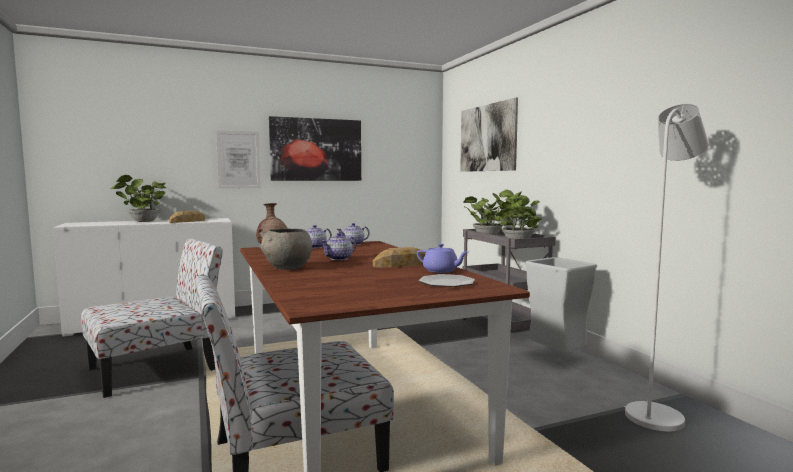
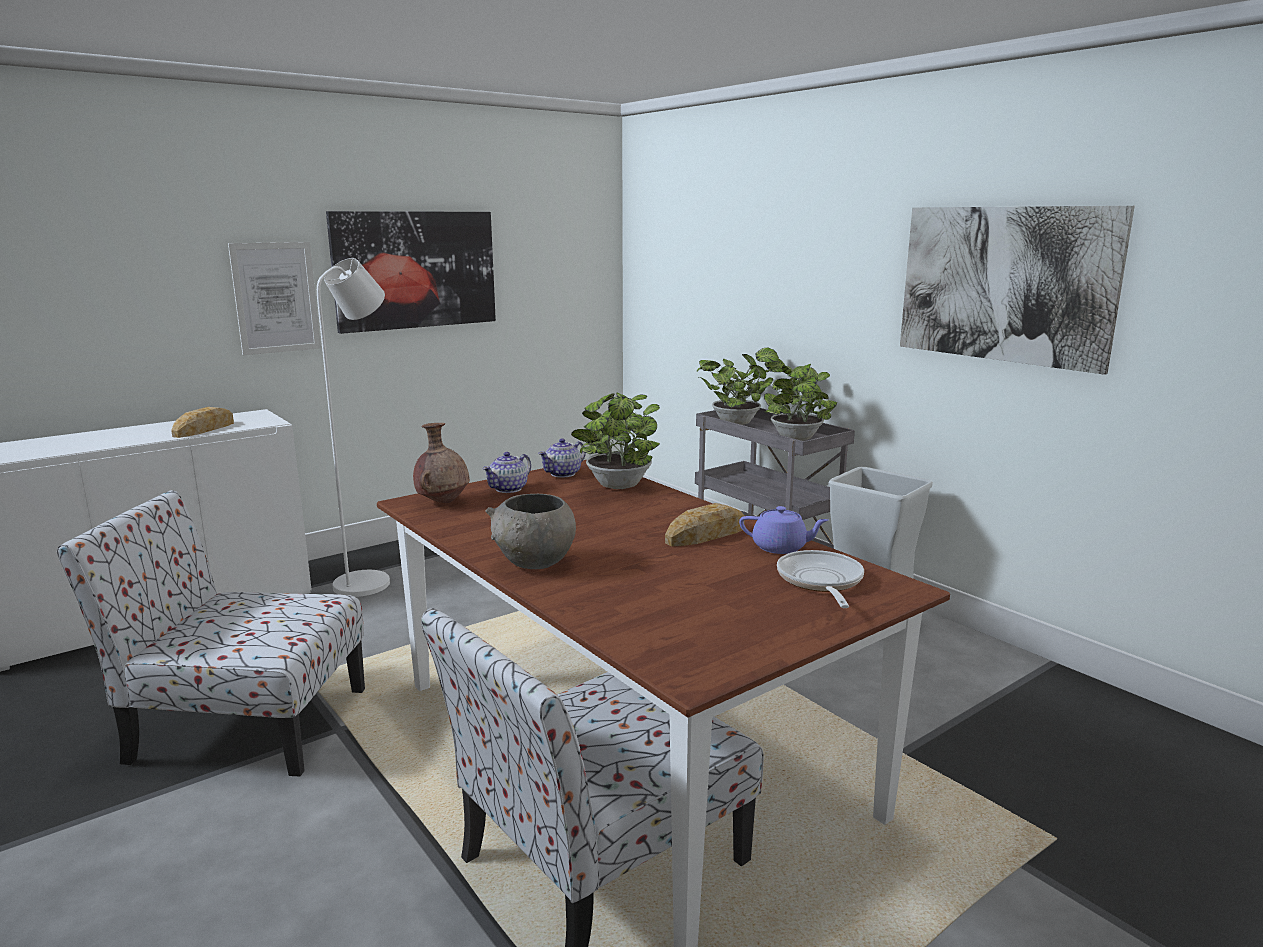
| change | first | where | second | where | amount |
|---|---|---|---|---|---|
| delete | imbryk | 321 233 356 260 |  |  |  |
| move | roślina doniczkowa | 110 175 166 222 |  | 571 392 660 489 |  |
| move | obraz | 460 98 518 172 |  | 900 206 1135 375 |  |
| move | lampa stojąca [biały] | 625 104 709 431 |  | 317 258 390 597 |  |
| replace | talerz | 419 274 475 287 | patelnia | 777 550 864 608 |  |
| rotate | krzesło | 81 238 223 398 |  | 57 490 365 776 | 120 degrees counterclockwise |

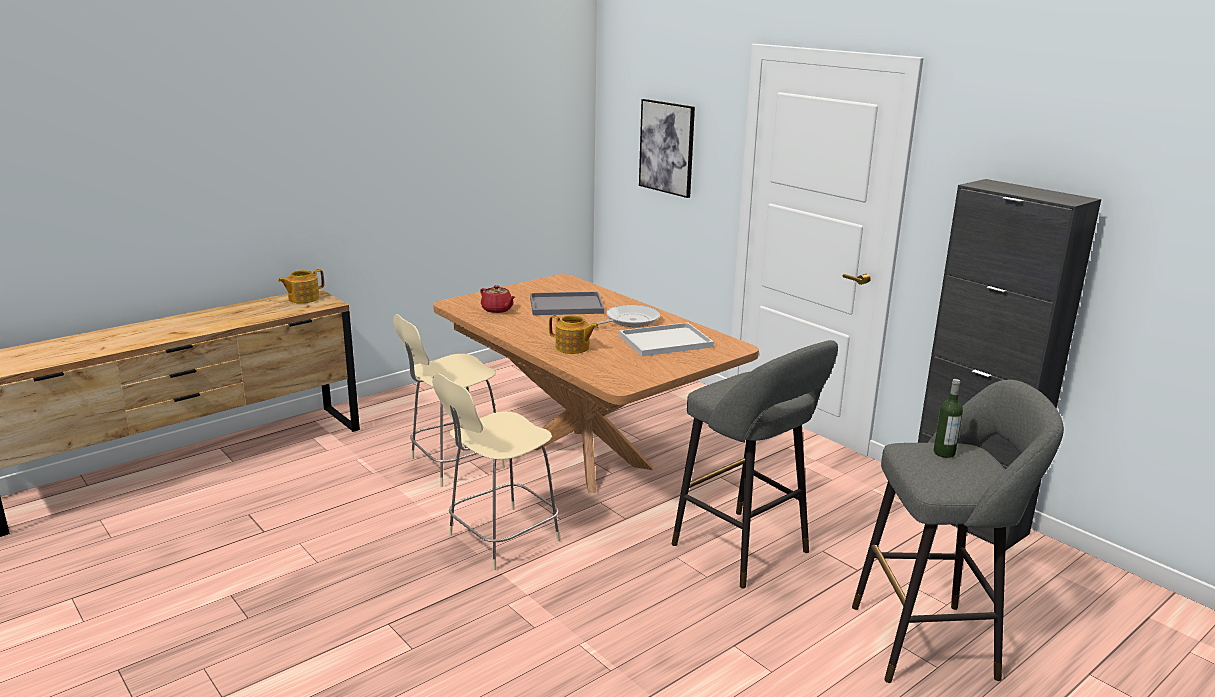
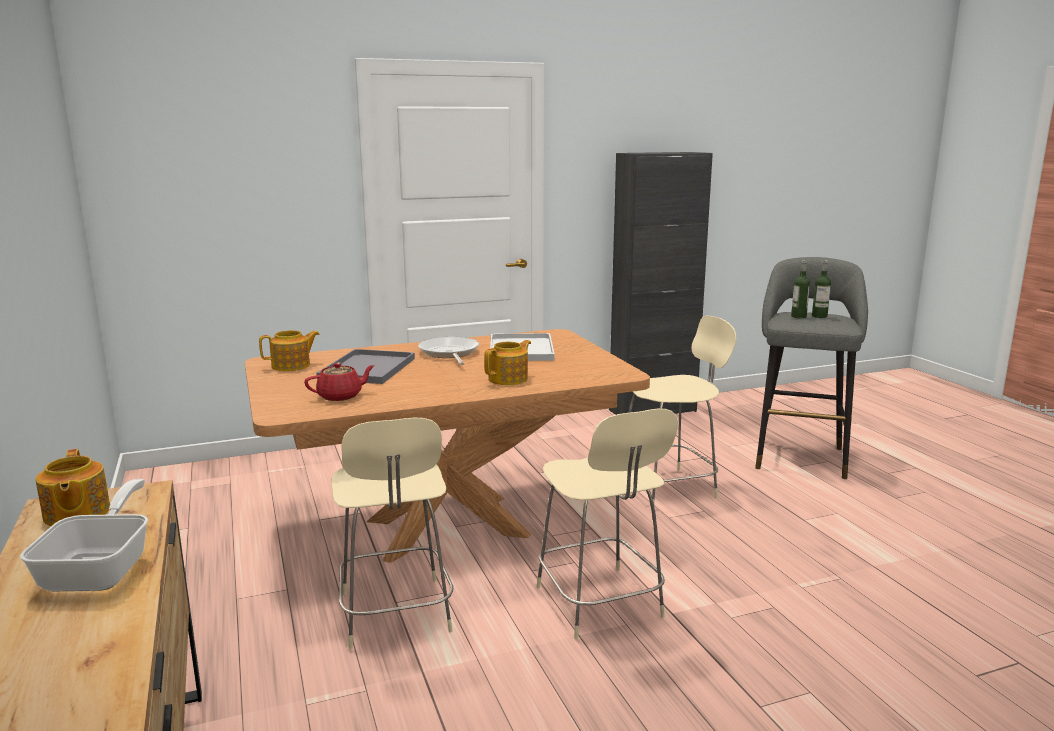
| change | first | where | second | where | amount |
|---|---|---|---|---|---|
| delete | obraz | 639 99 695 198 |  |  |  |
| insert |  |  | patelnia | 20 479 148 591 |  |
| insert |  |  | imbryk | 259 330 320 371 |  |
| insert |  |  | butelka | 812 260 831 318 |  |
| replace | stołek [szary] | 672 340 838 588 | krzesło [beżowy] | 629 316 736 503 |  |

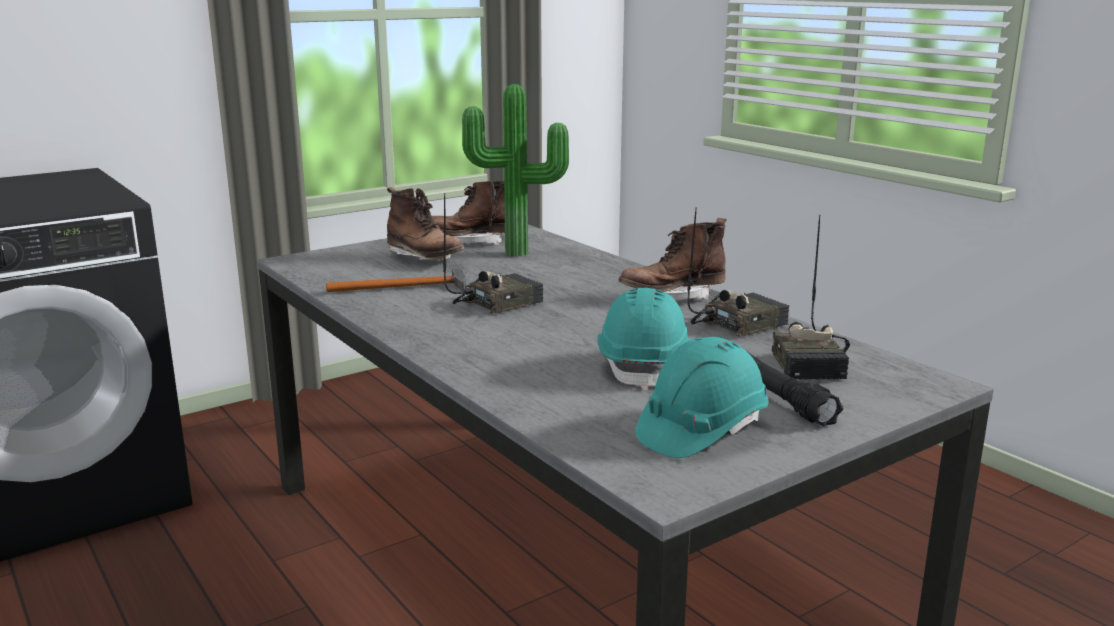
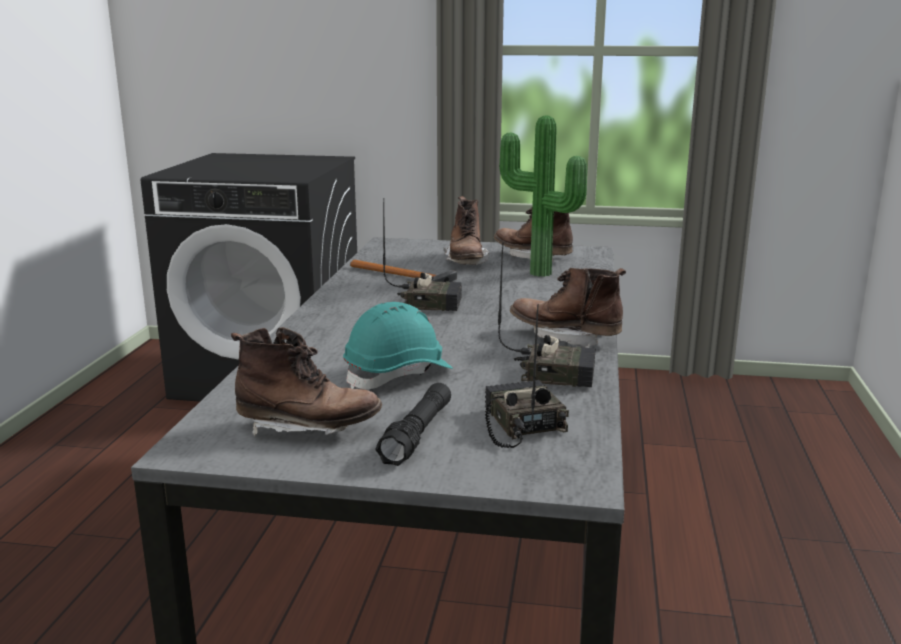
| change | first | where | second | where | amount |
|---|---|---|---|---|---|
| replace | kask [turkusowy] | 635 337 769 458 | but z cholewką [brązowy] | 231 327 382 437 |  |
| rotate | radio | 772 215 850 380 |  | 485 304 569 448 | 120 degrees clockwise |

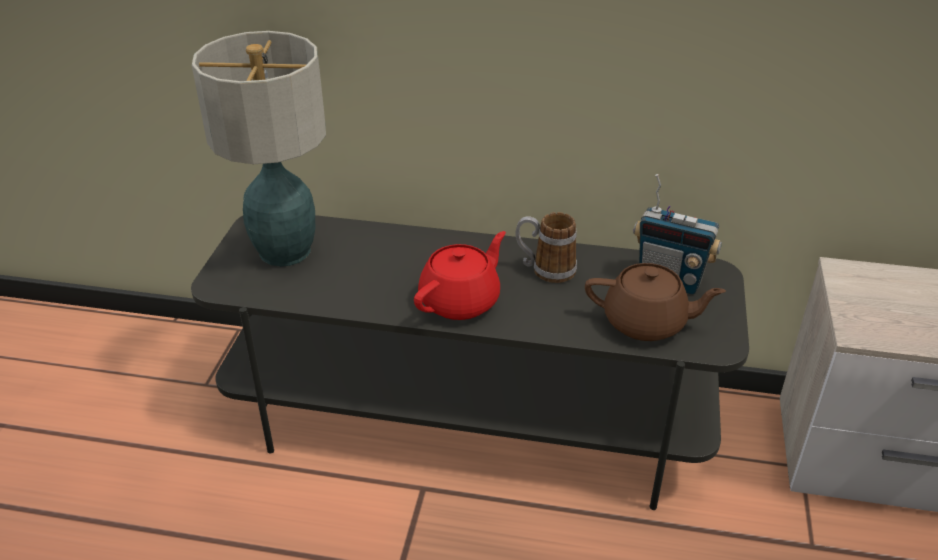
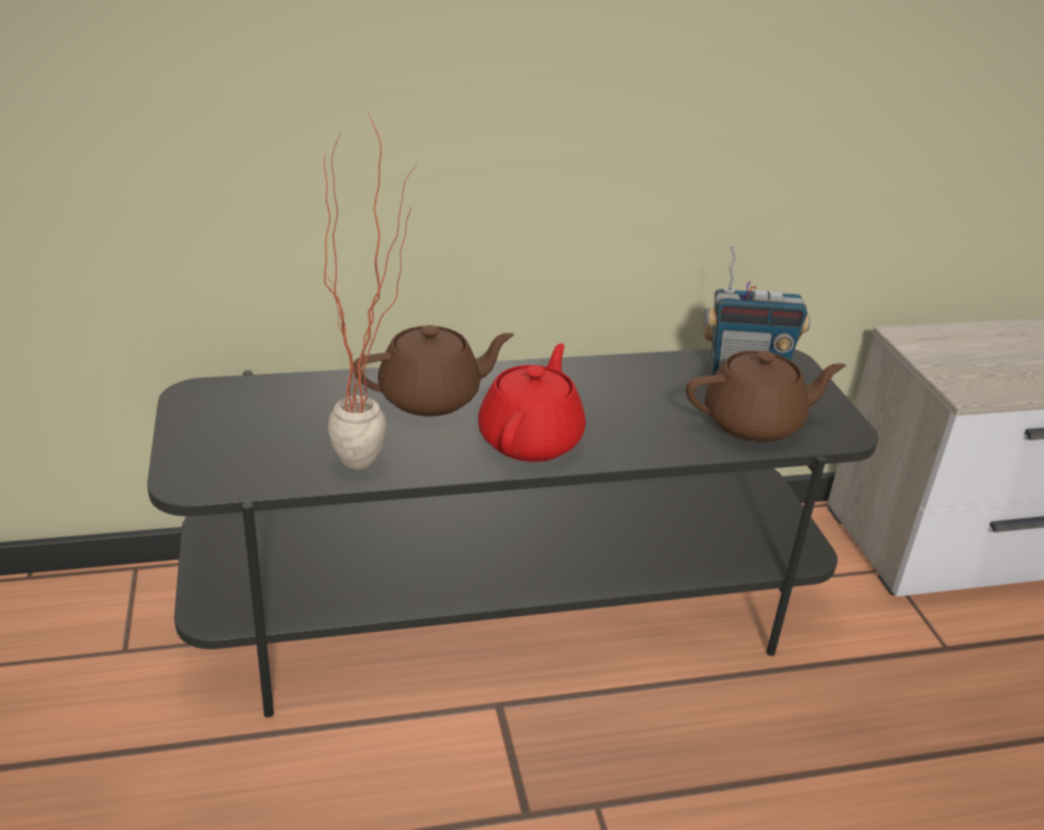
| change | first | where | second | where | amount |
|---|---|---|---|---|---|
| delete | lampa stołowa | 192 31 326 267 |  |  |  |
| delete | kubek | 516 212 577 283 |  |  |  |
| insert |  |  | roślina doniczkowa | 324 113 418 471 |  |
| insert |  |  | imbryk [brązowy] | 353 325 514 416 |  |

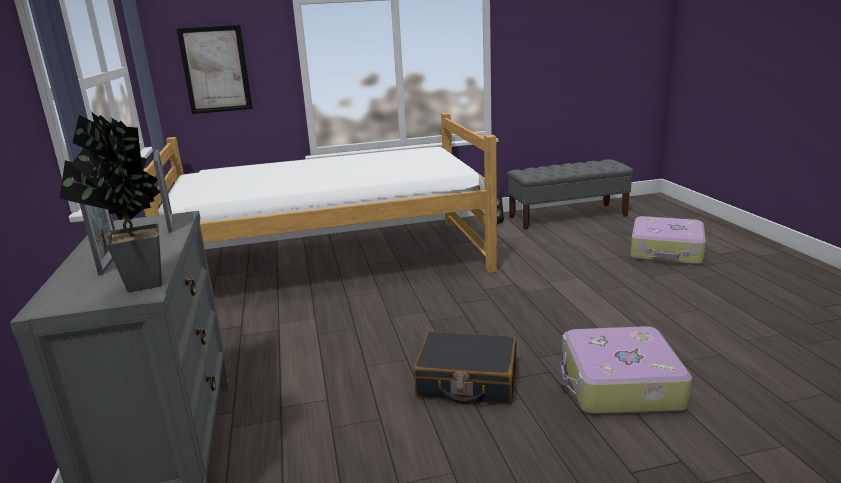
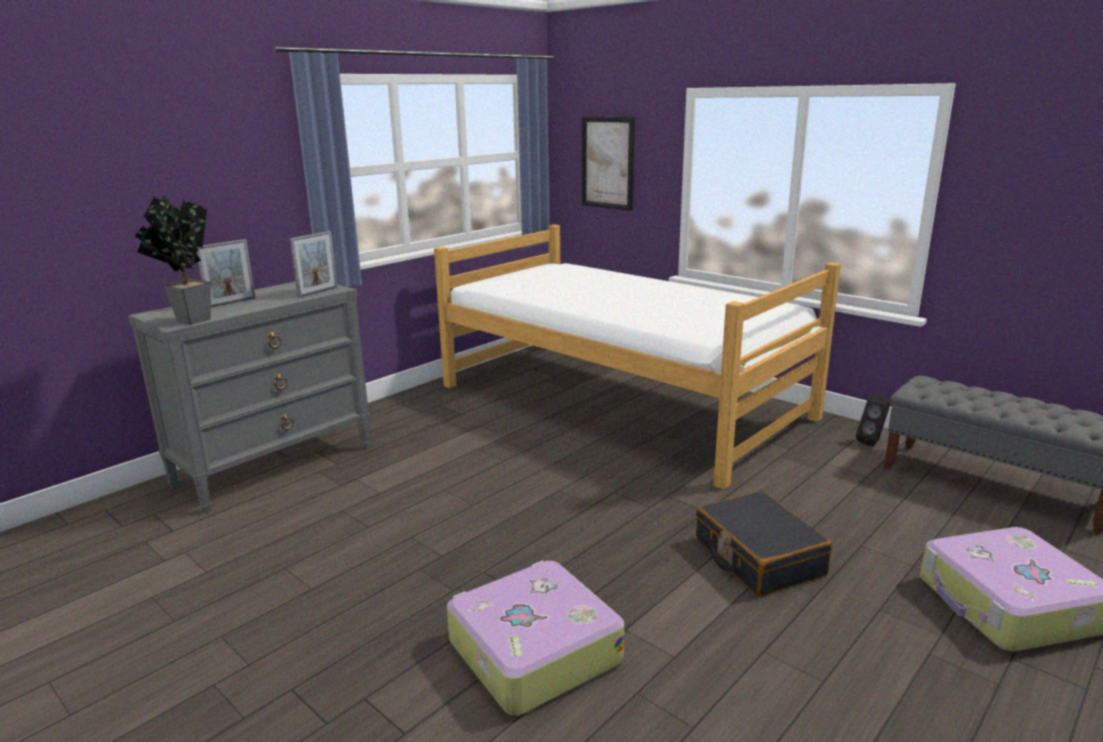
| change | first | where | second | where | amount |
|---|---|---|---|---|---|
| move | walizka [czarny] | 413 331 516 405 |  | 696 491 832 597 |  |

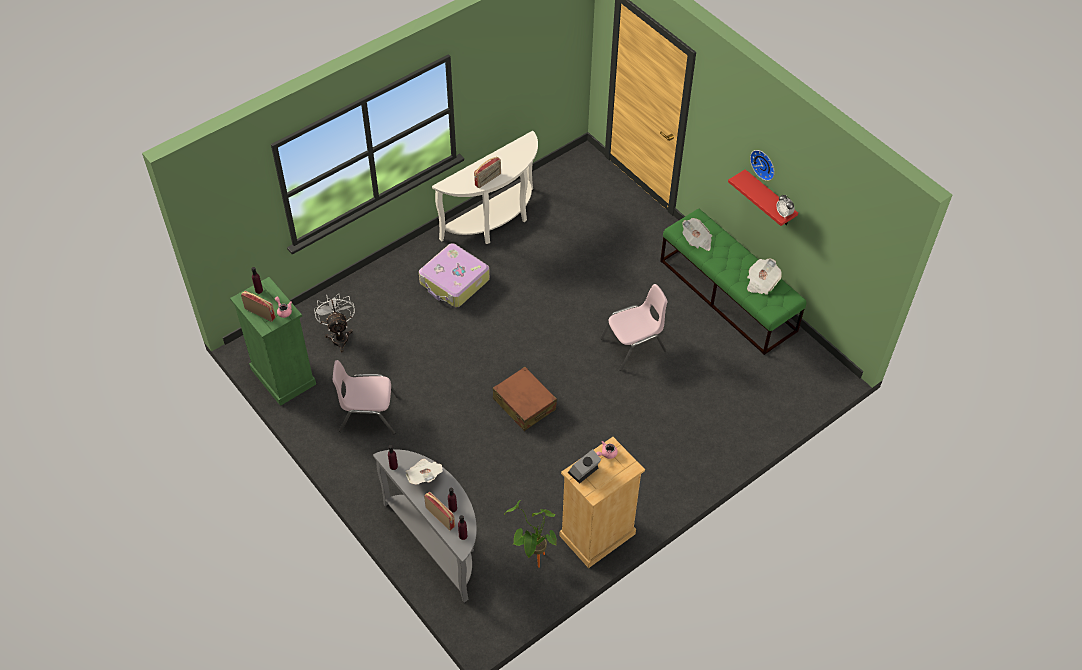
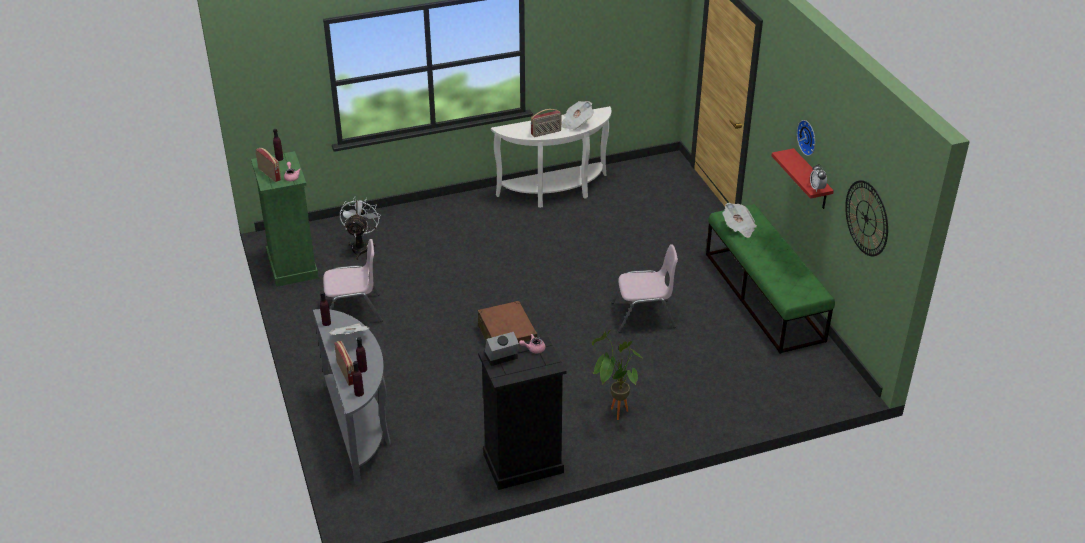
| change | first | where | second | where | amount |
|---|---|---|---|---|---|
| delete | walizka | 419 243 490 308 |  |  |  |
| insert |  |  | zegar ścienny | 845 180 888 256 |  |
| move | roślina doniczkowa | 504 500 557 568 |  | 592 330 643 420 |  |
| move | gazeta | 747 259 782 295 |  | 561 101 594 130 |  |
| recolor | komoda [beżowy] | 560 437 645 568 | komoda [czarny] | 478 337 566 490 |  |
| rotate | krzesło [różowy] | 333 360 399 434 |  | 323 239 383 322 | 150 degrees clockwise |

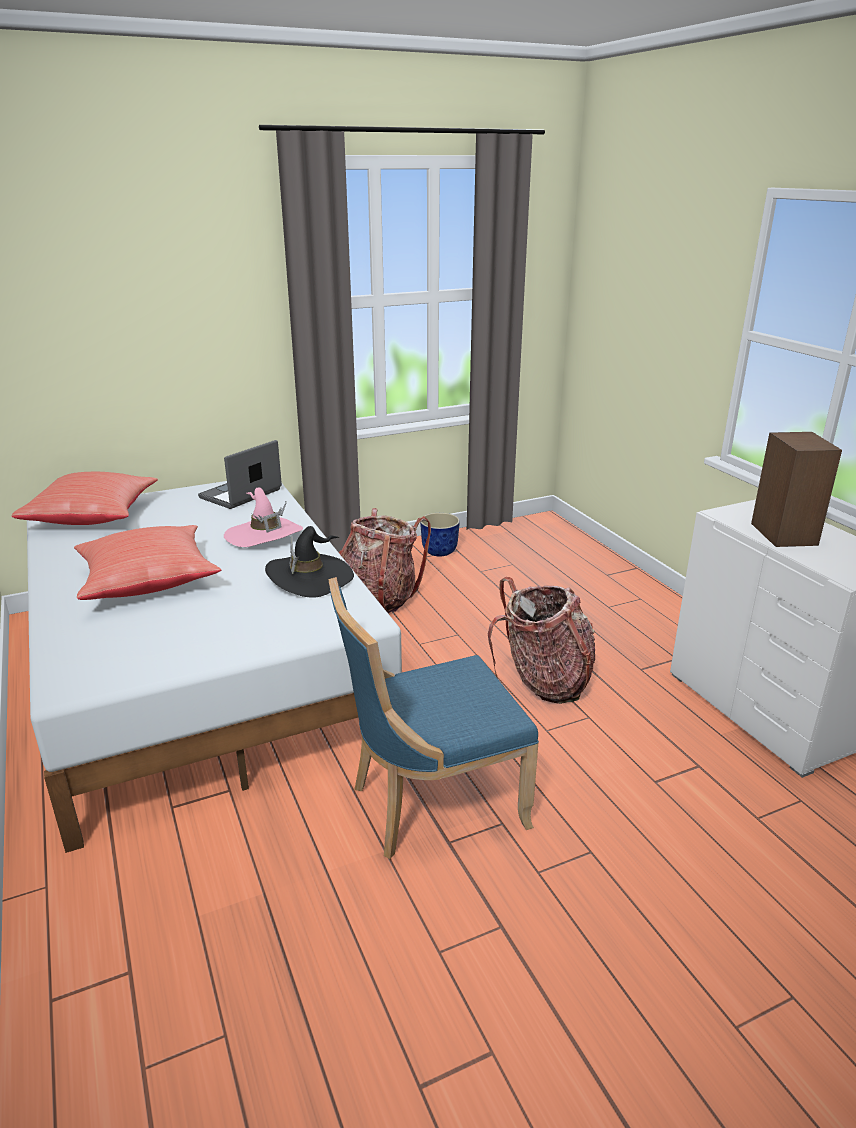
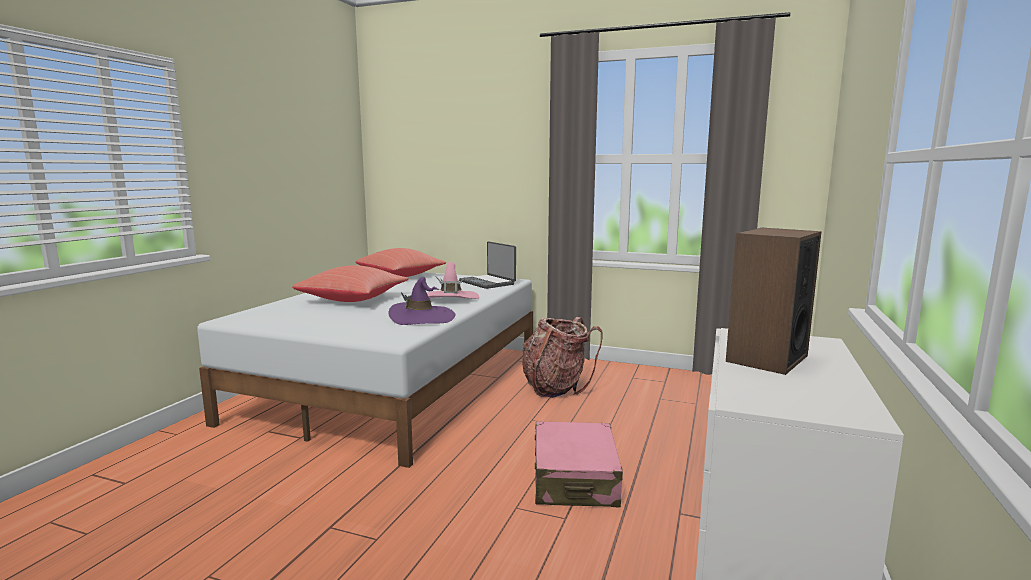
| change | first | where | second | where | amount |
|---|---|---|---|---|---|
| delete | krzesło [niebieski] | 329 577 539 859 |  |  |  |
| delete | donica | 420 513 460 556 |  |  |  |
| replace | plecak | 488 577 595 704 | walizka [różowy] | 535 421 623 507 |  |
| recolor | kapelusz [czarny] | 265 526 354 598 | kapelusz [fioletowy] | 388 277 455 325 |  |
| rotate | laptop | 198 440 282 509 |  | 459 241 516 289 | 120 degrees counterclockwise |

